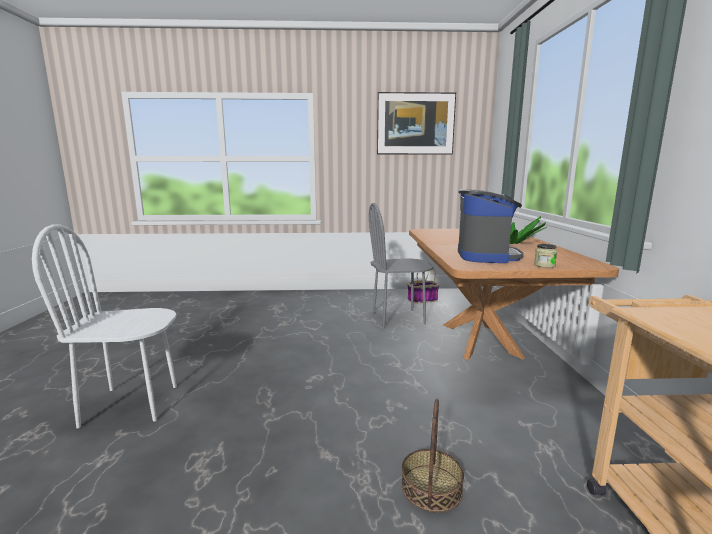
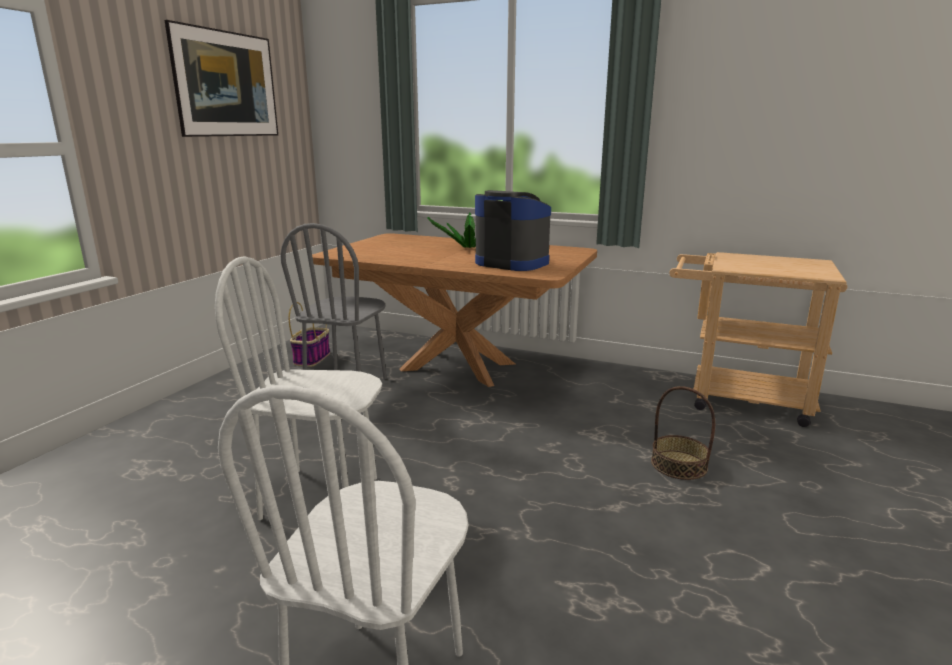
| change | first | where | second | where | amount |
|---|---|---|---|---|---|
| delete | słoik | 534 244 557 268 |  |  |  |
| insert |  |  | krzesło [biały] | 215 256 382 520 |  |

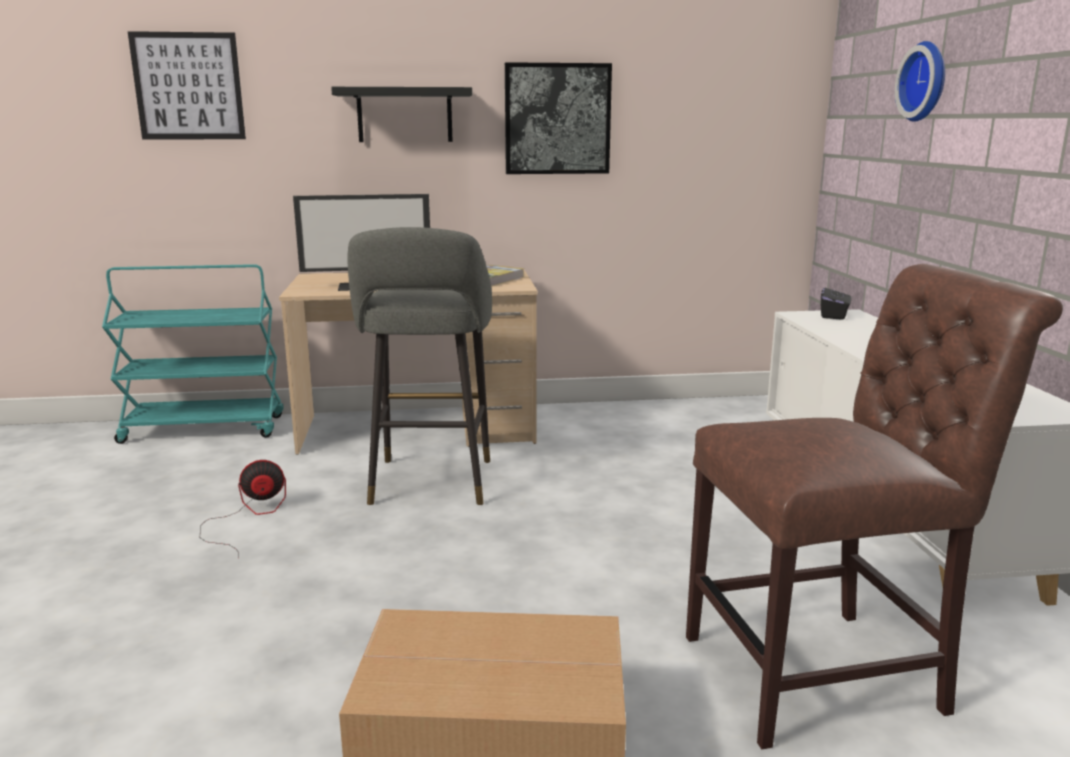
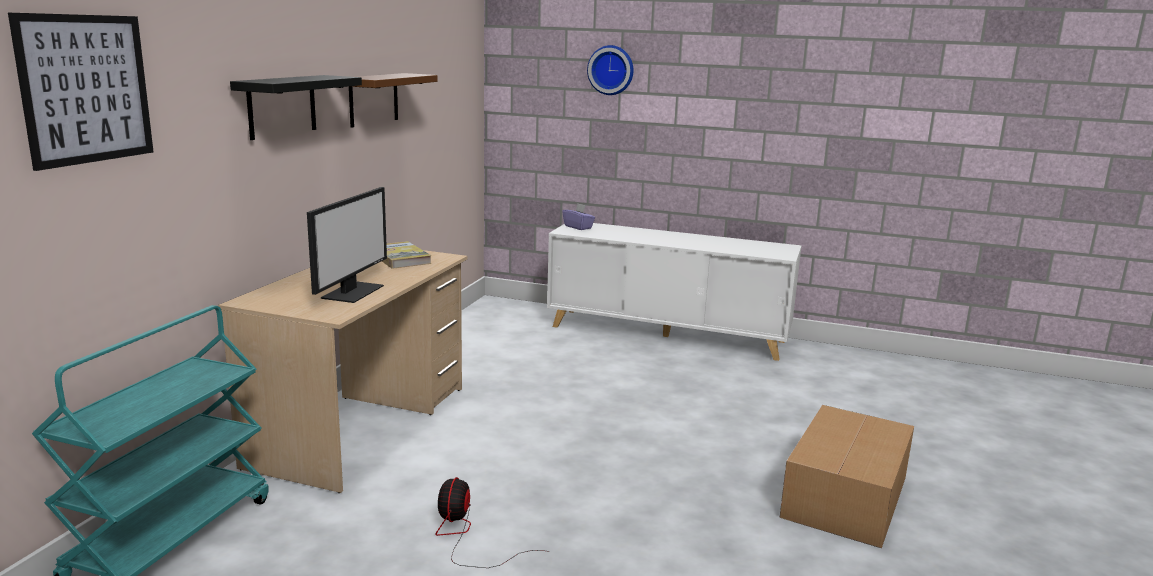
| change | first | where | second | where | amount |
|---|---|---|---|---|---|
| delete | stołek [szary] | 348 227 492 505 |  |  |  |
| delete | krzesło [brązowy] | 686 264 1063 749 |  |  |  |
| replace | obraz | 505 62 612 174 | półka [brązowy] | 349 73 438 128 |  |
| recolor | pudełko chusteczek [czarny] | 821 281 852 320 | pudełko chusteczek [fioletowy] | 562 203 595 230 |  |

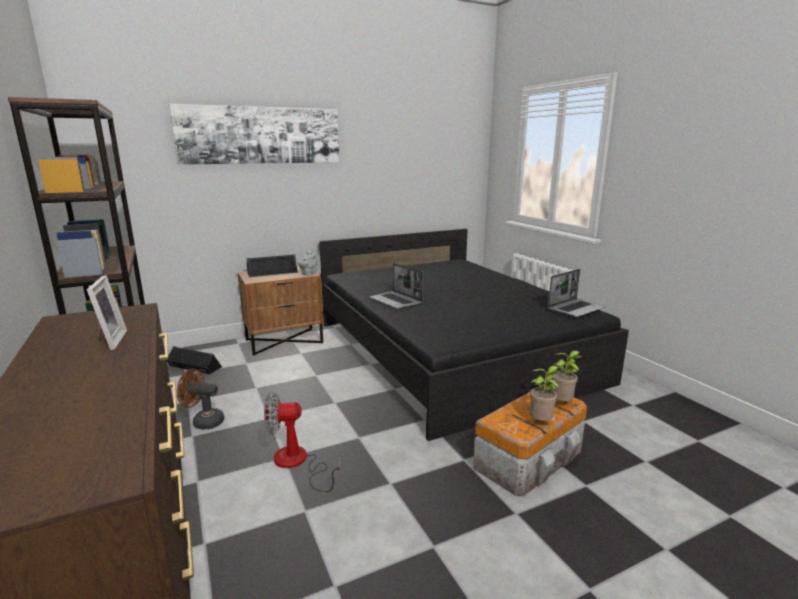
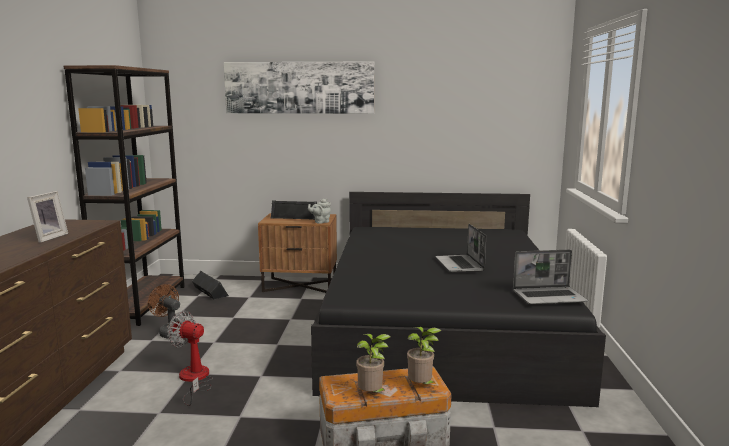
| change | first | where | second | where | amount |
|---|---|---|---|---|---|
| move | laptop | 369 263 423 309 |  | 435 224 486 273 |  |

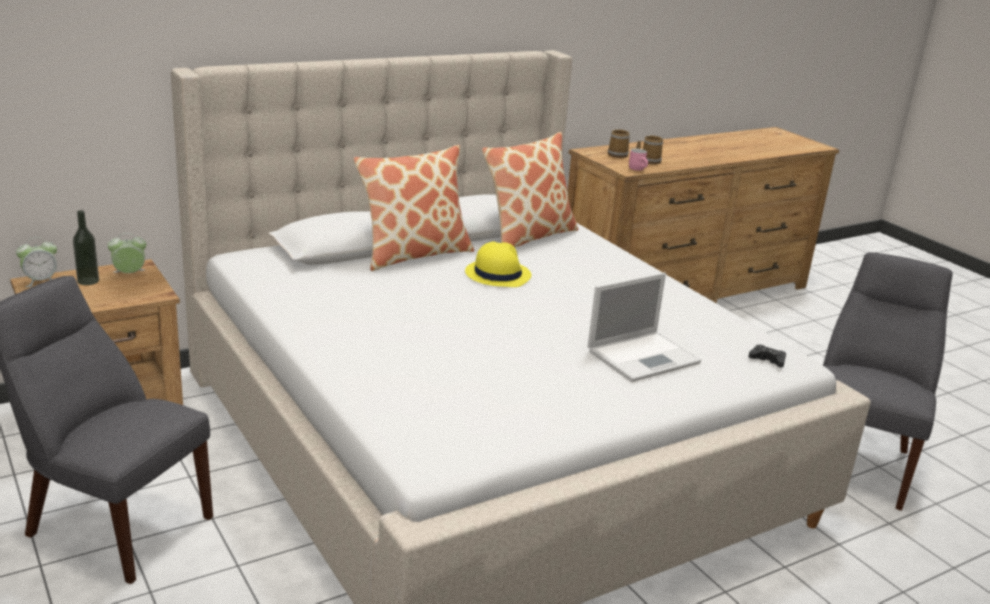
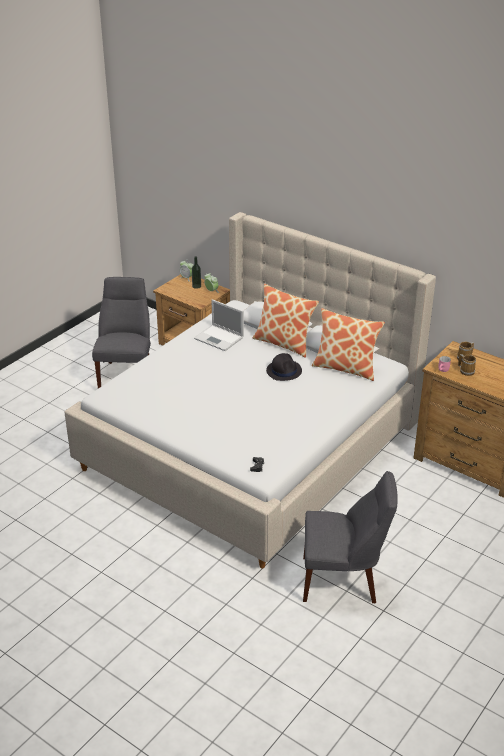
| change | first | where | second | where | amount |
|---|---|---|---|---|---|
| move | laptop | 588 273 701 382 |  | 194 299 244 351 |  |
| recolor | kapelusz [żółty] | 465 241 531 287 | kapelusz [czarny] | 266 353 302 381 |  |

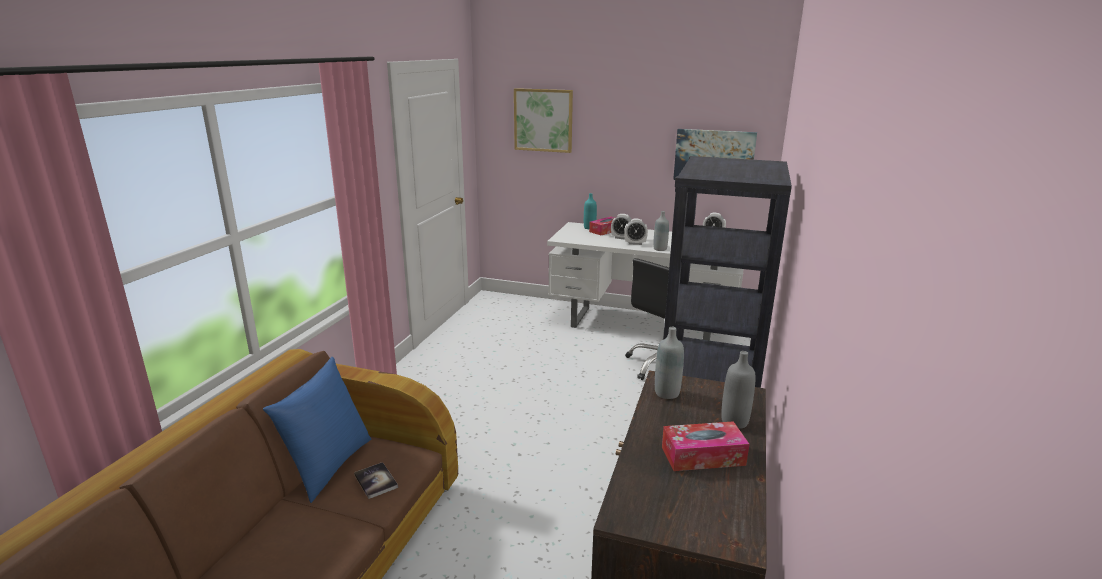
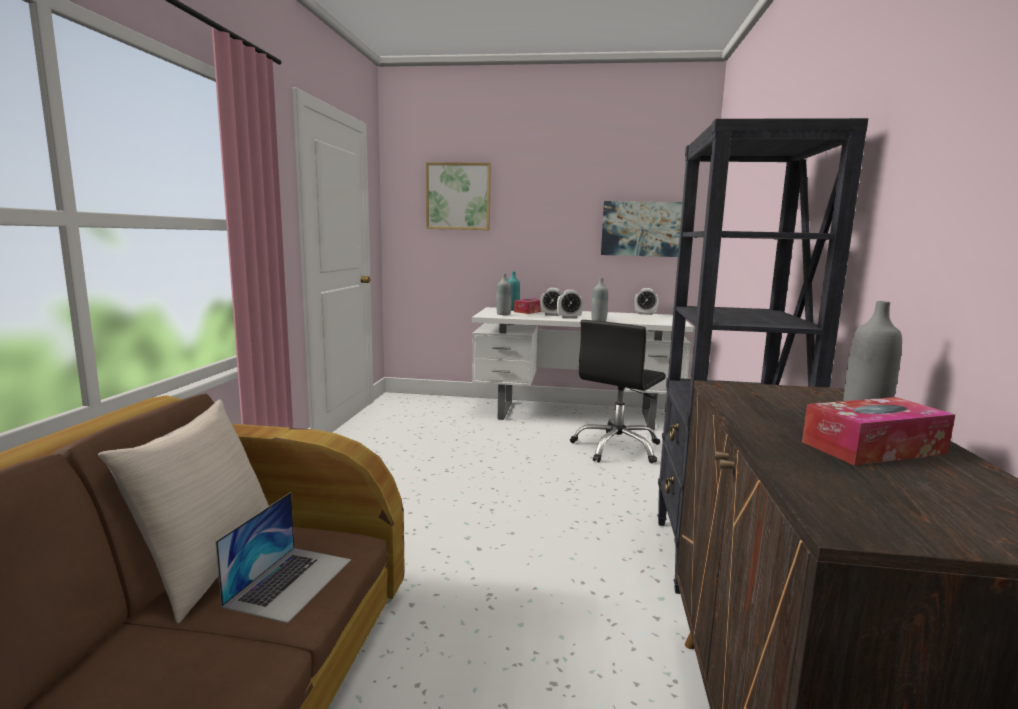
| change | first | where | second | where | amount |
|---|---|---|---|---|---|
| move | butelka [szary] | 655 327 684 399 |  | 496 273 512 315 |  |
| replace | książka | 354 462 398 499 | laptop | 216 492 351 623 |  |
| recolor | poduszka [niebieski] | 263 357 371 503 | poduszka [beżowy] | 98 399 269 623 |  |

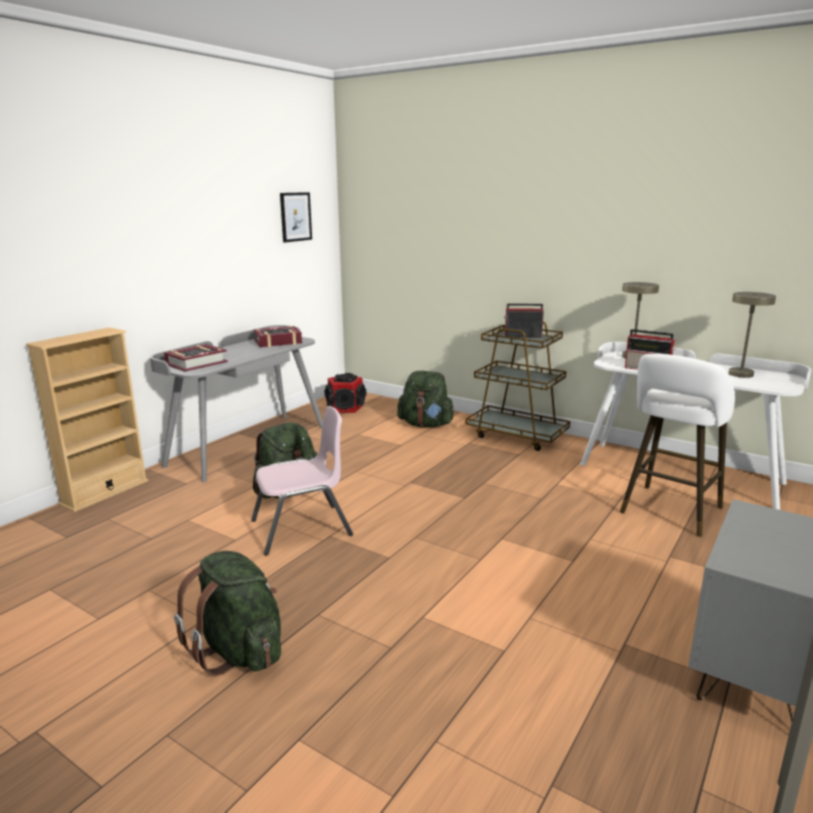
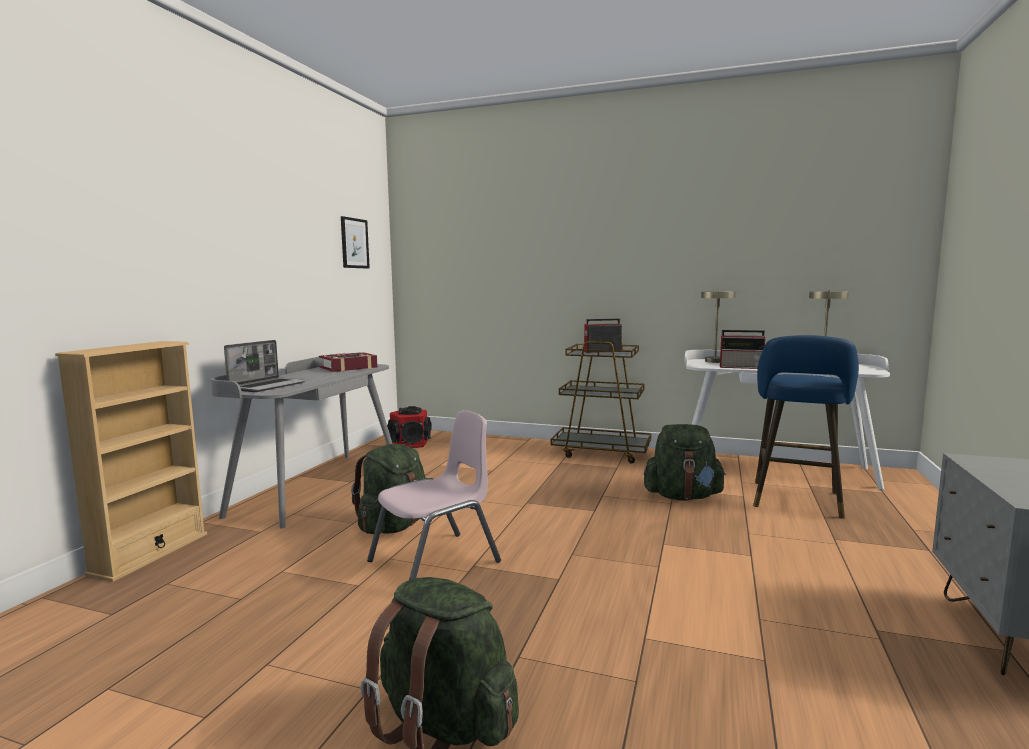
| change | first | where | second | where | amount |
|---|---|---|---|---|---|
| move | plecak [zielony] | 397 371 455 427 |  | 644 424 726 501 |  |
| replace | książka | 164 344 228 371 | laptop | 224 340 306 392 |  |
| recolor | stołek [biały] | 620 354 735 537 | stołek [niebieski] | 753 335 859 519 |  |

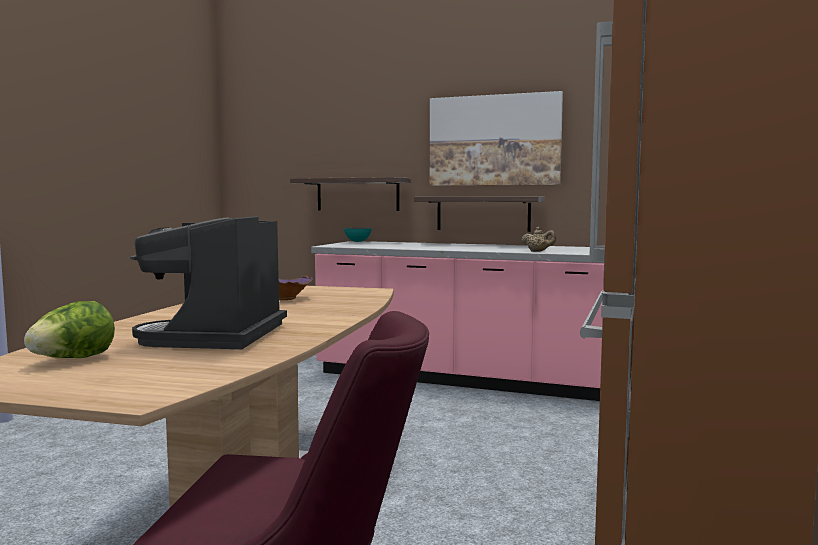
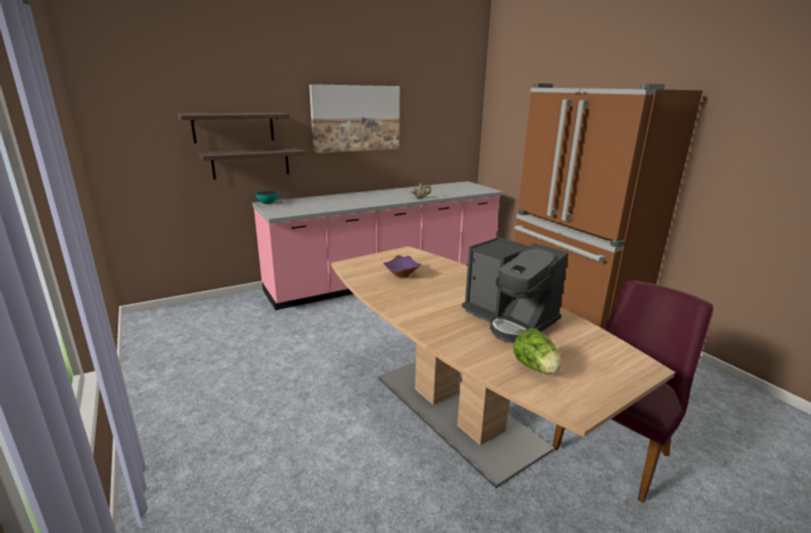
| change | first | where | second | where | amount |
|---|---|---|---|---|---|
| move | półka | 414 197 545 232 |  | 178 113 290 143 |  |

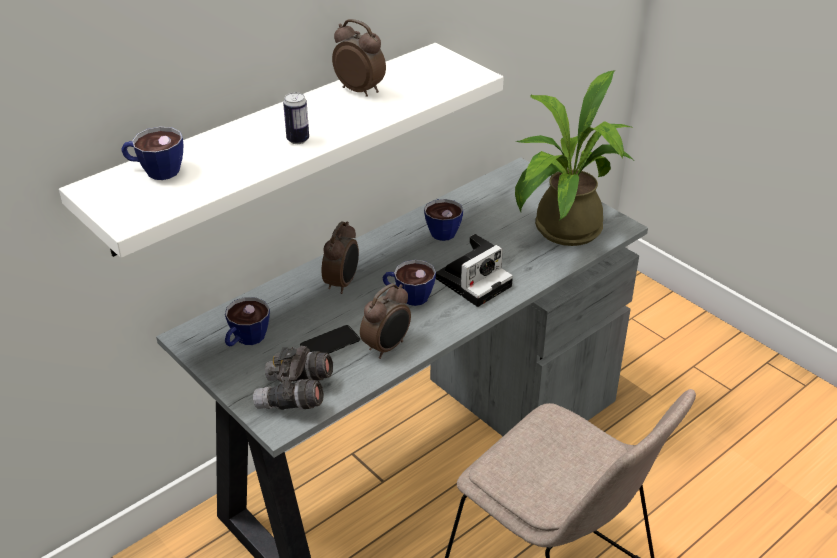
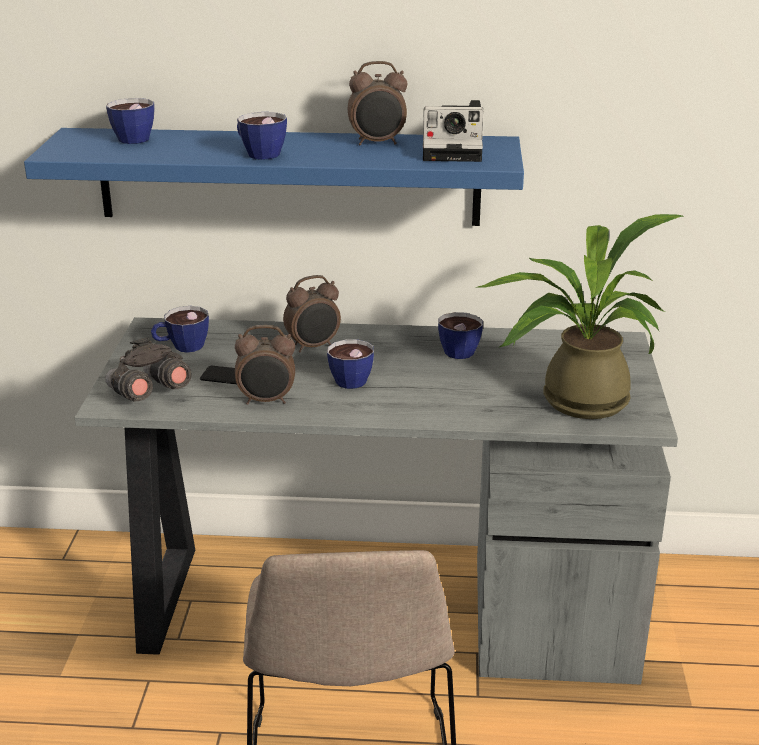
| change | first | where | second | where | amount |
|---|---|---|---|---|---|
| move | aparat fotograficzny | 436 234 513 307 |  | 423 100 484 162 |  |
| replace | puszka | 283 92 309 144 | filiżanka | 237 112 287 160 |  |
| recolor | półka [biały] | 59 43 504 258 | półka [niebieski] | 24 128 524 226 |  |
| rotate | budzik | 332 19 386 97 |  | 348 61 407 145 | 90 degrees clockwise |

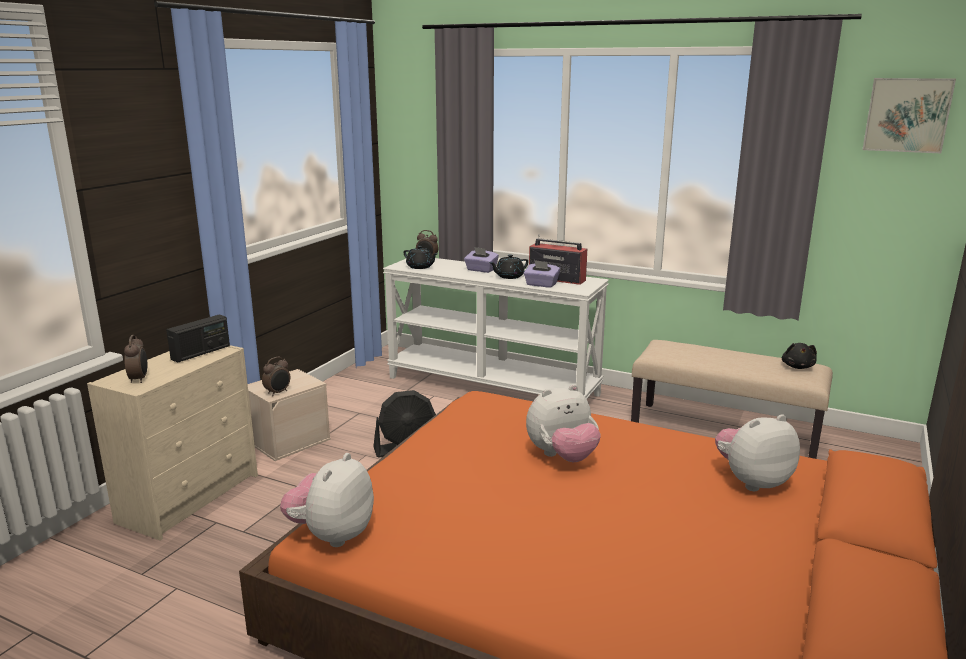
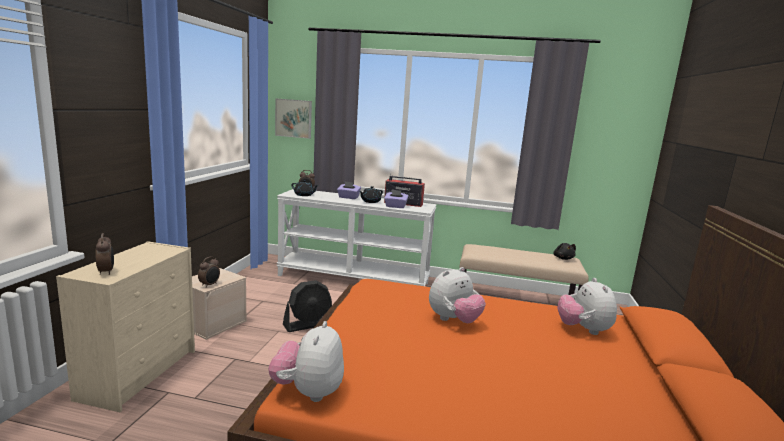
| change | first | where | second | where | amount |
|---|---|---|---|---|---|
| delete | radio | 166 314 230 363 |  |  |  |
| move | obraz | 863 78 956 153 |  | 275 98 312 139 |  |
| rotate | pluszak | 715 414 800 491 |  | 557 278 617 335 | 60 degrees counterclockwise |

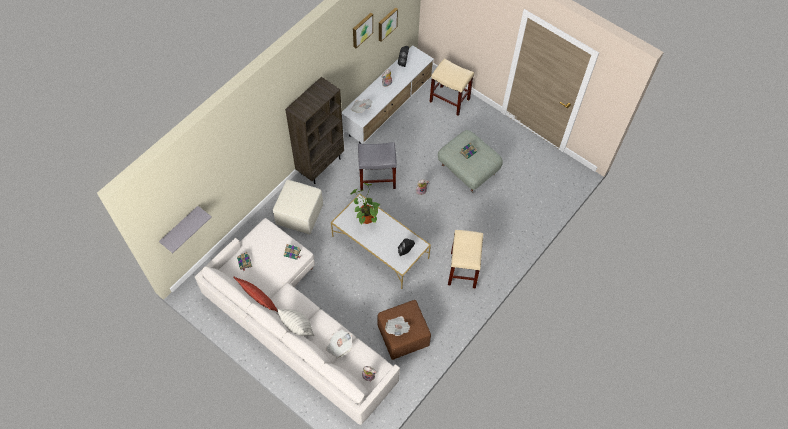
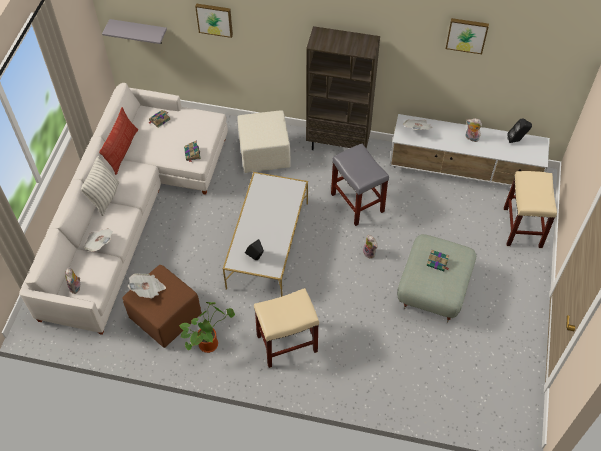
| change | first | where | second | where | amount |
|---|---|---|---|---|---|
| move | roślina doniczkowa | 351 183 381 224 |  | 179 302 235 353 |  |
| move | obraz | 379 8 398 42 |  | 195 3 233 38 |  |

